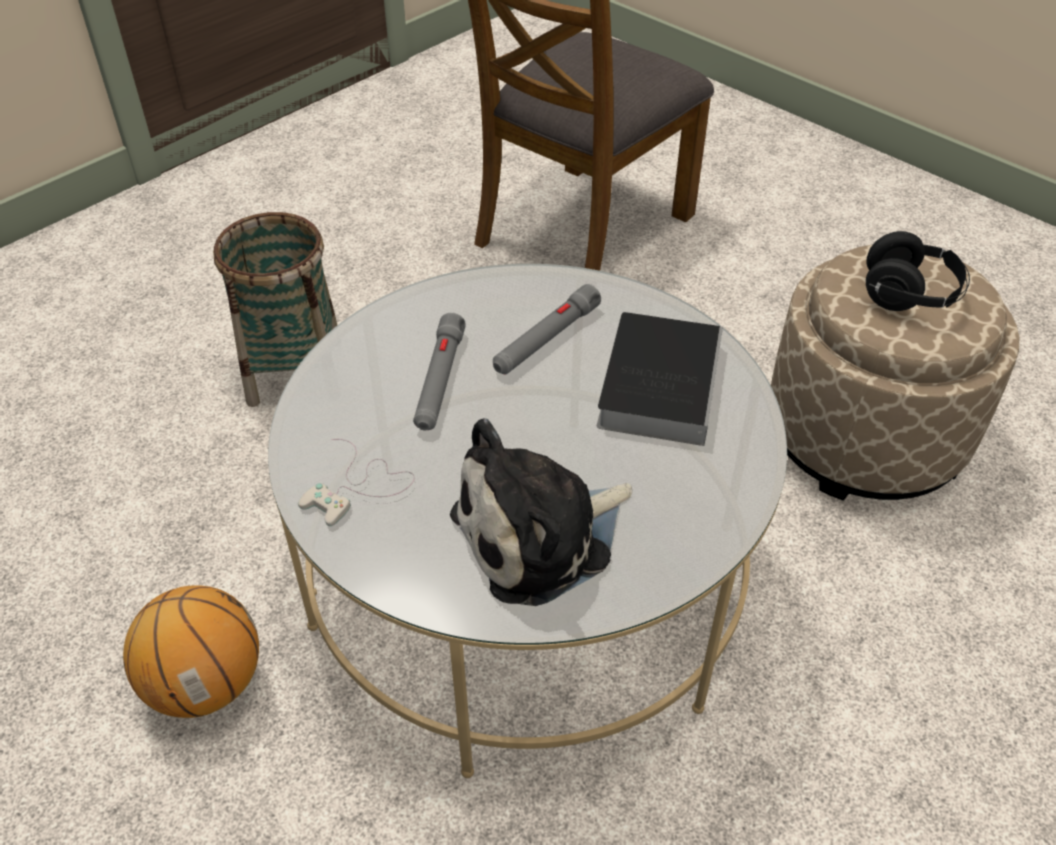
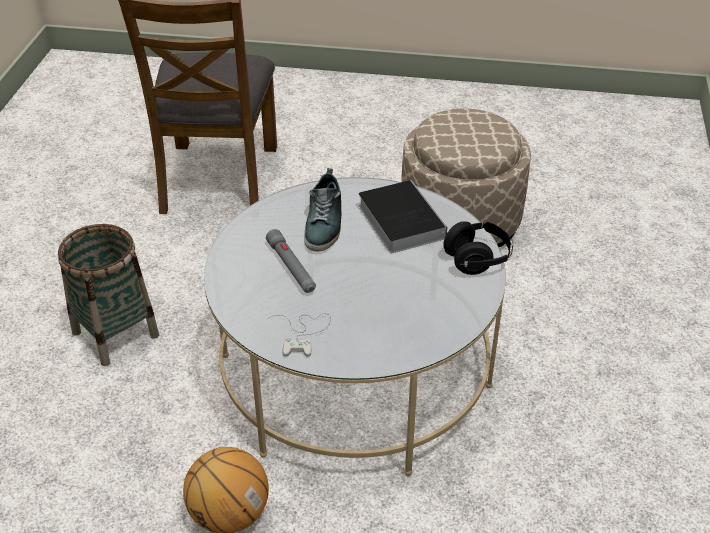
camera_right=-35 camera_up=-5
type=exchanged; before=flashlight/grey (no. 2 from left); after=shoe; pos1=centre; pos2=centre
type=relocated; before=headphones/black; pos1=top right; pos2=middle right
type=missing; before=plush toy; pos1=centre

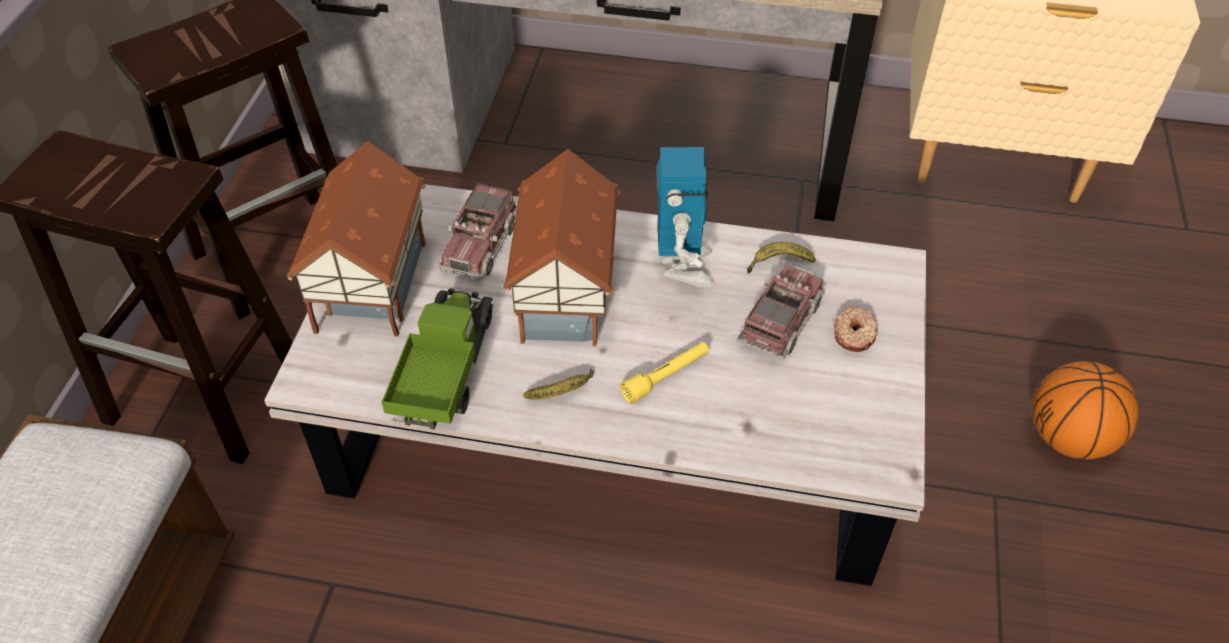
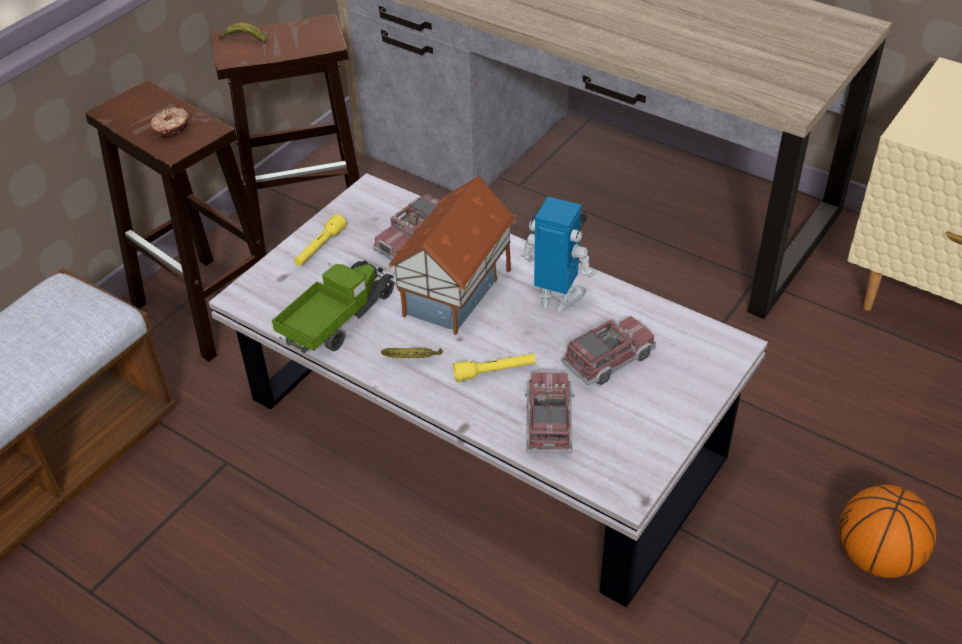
camera_right=25 camera_up=-5
type=relocated; before=donut; pos1=middle right; pos2=top left
type=relocated; before=banana (no. 2 from left in the first image); after=banana (no. 1 from left); pos1=centre; pos2=top left
type=exchanged; before=toy house (no. 1 from left); after=flashlight/yellow (no. 1 from left); pos1=middle left; pos2=middle left
type=spun; before=toy robot; pos1=centre; pos2=centre; turn=-90
type=appeared; after=toy truck (no. 3 from left); pos2=centre

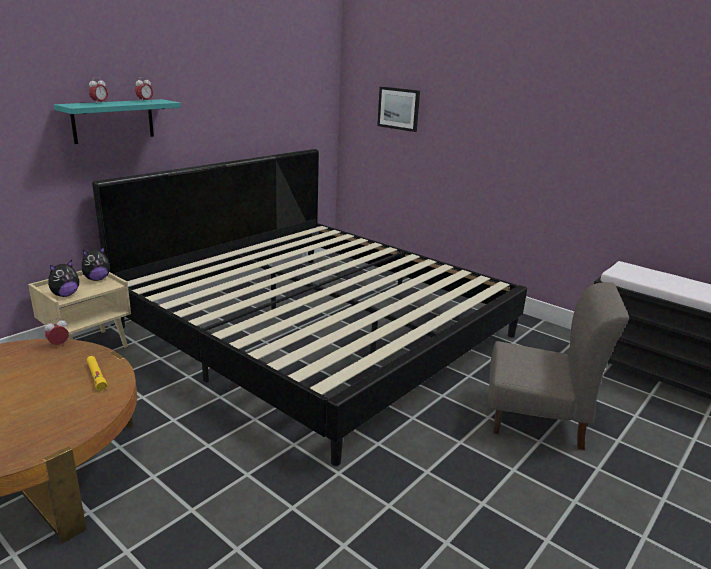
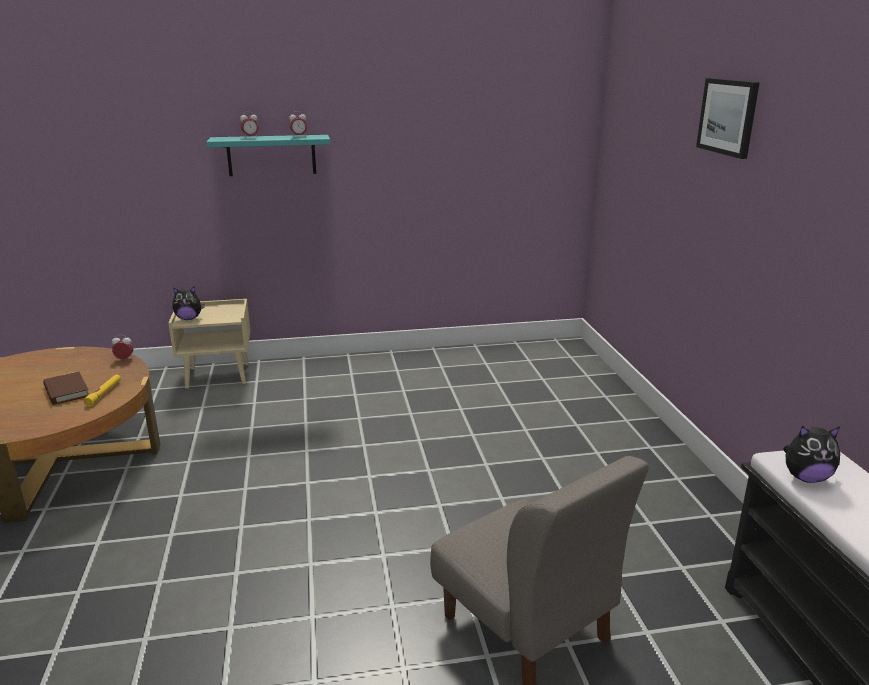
camera_right=40 camera_up=0
type=appeared; after=book/brown; pos2=middle left
type=relocated; before=picture; pos1=top centre; pos2=top right
type=relocated; before=plush toy (no. 2 from left); pos1=middle left; pos2=middle right
type=missing; before=bed; pos1=centre

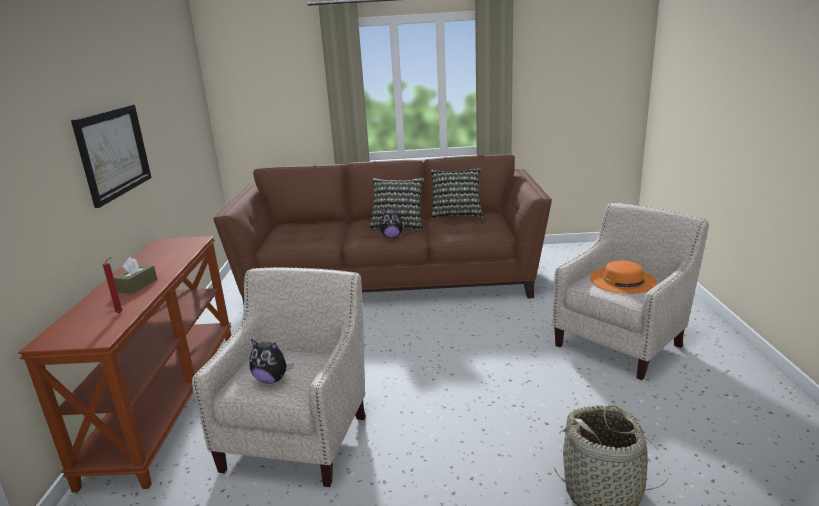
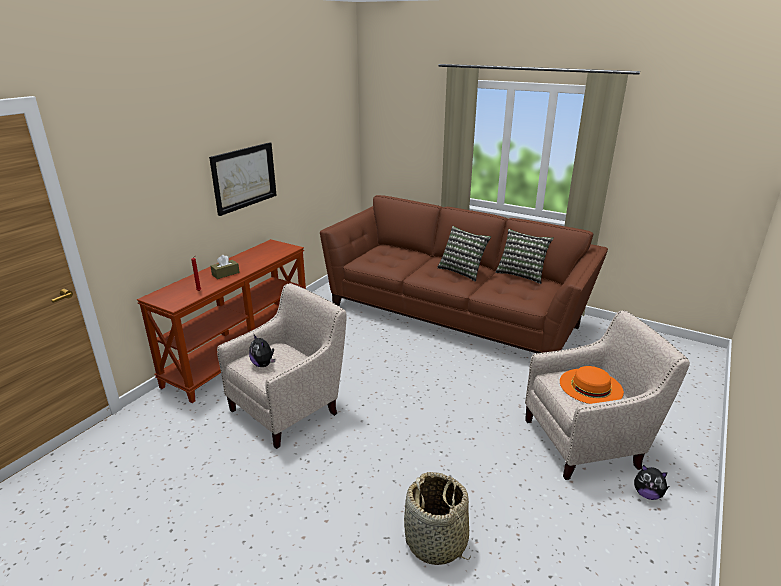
camera_right=30 camera_up=5
type=relocated; before=plush toy (no. 2 from left); pos1=centre; pos2=bottom right

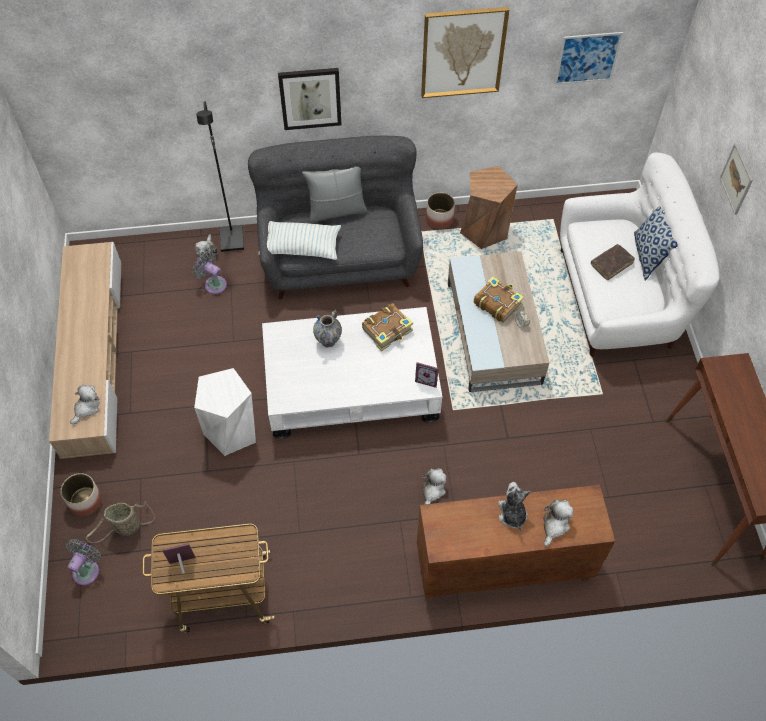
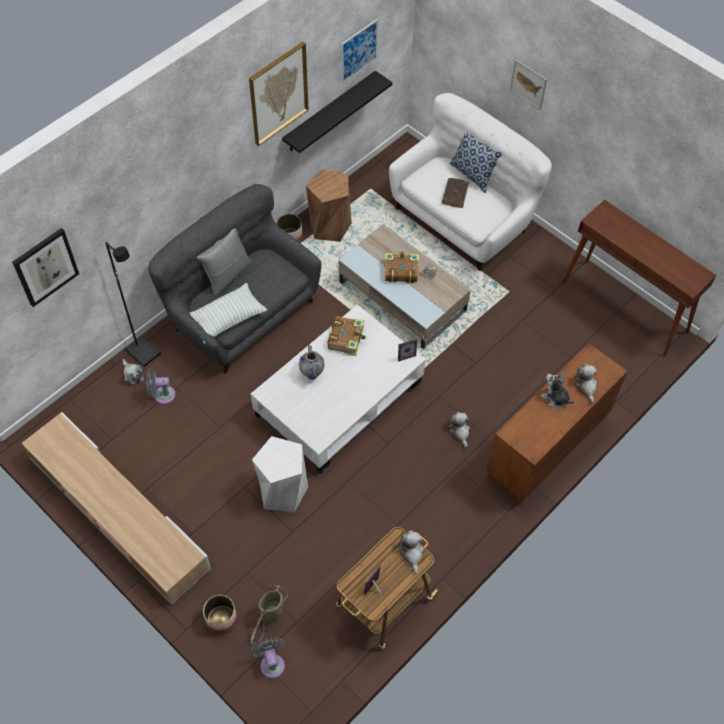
camera_right=-40 camera_up=0
type=relocated; before=picture (no. 1 from left); pos1=top centre; pos2=middle left
type=appeared; after=shelf/black; pos2=top centre
type=relocated; before=plush toy (no. 1 from left in the first image); after=plush toy (no. 2 from left); pos1=middle left; pos2=bottom centre

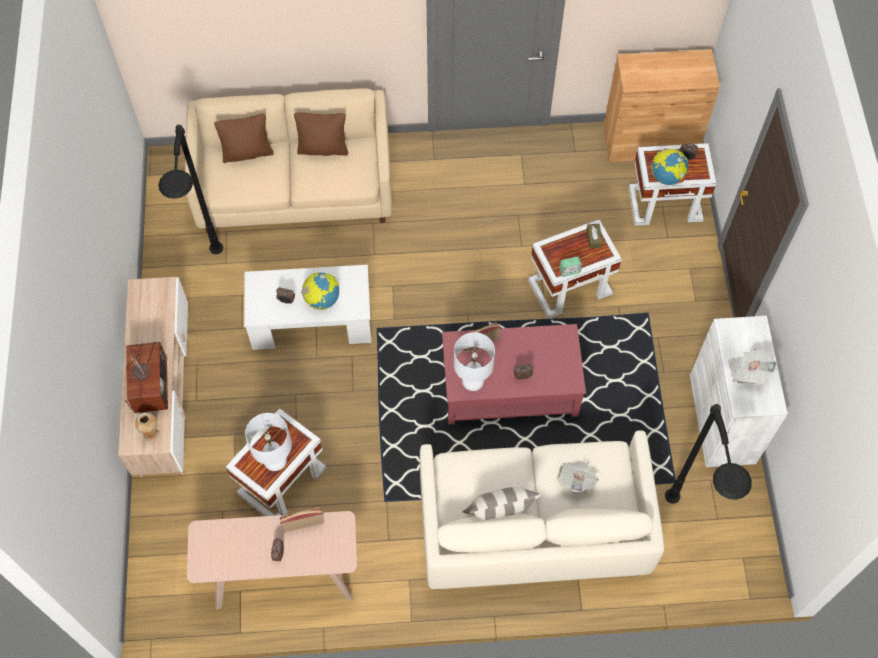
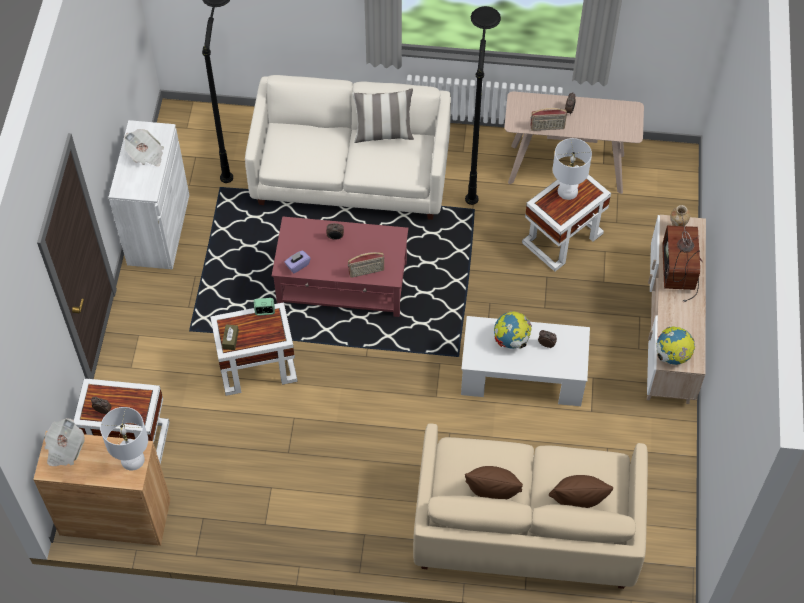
camera_right=-170 camera_up=-5
type=relocated; before=newspaper (no. 1 from left); pos1=bottom centre; pos2=bottom left
type=relocated; before=table lamp/white (no. 2 from left in the first image); after=table lamp/white (no. 1 from left); pos1=centre; pos2=bottom left
type=appeared; after=tissue box/purple; pos2=centre
type=relocated; before=floor lamp/black (no. 1 from left in the first image); after=floor lamp/black (no. 2 from left); pos1=top left; pos2=top centre
type=relocated; before=globe (no. 2 from left); pos1=top right; pos2=middle right

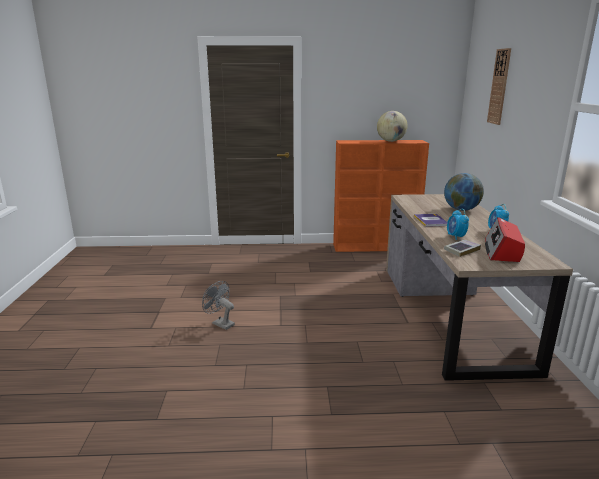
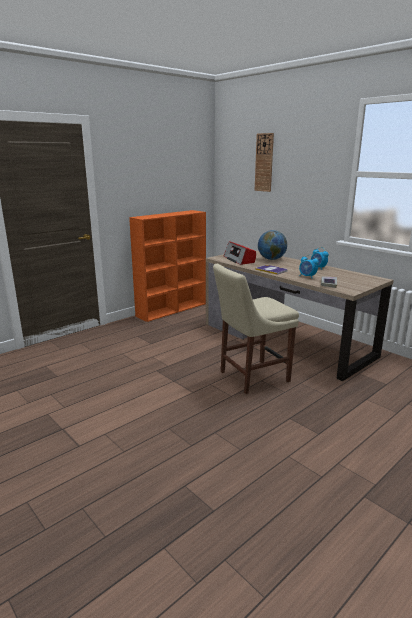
camera_right=-40 camera_up=0
type=appeared; after=chair/beige; pos2=centre
type=relocated; before=radio; pos1=middle right; pos2=centre
type=missing; before=fan/grey; pos1=centre
type=missing; before=globe (no. 1 from left); pos1=top centre

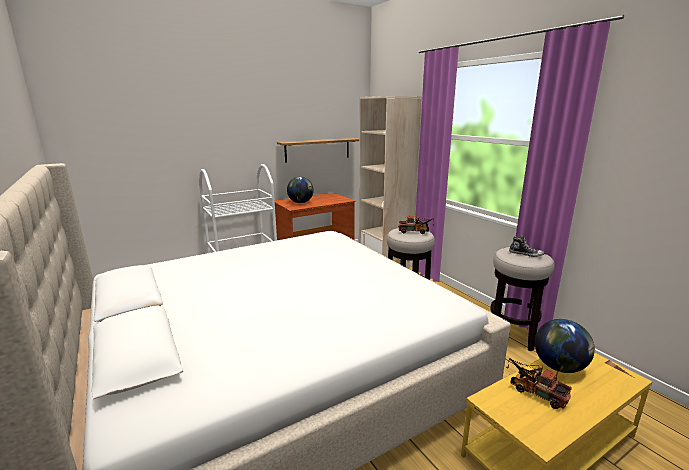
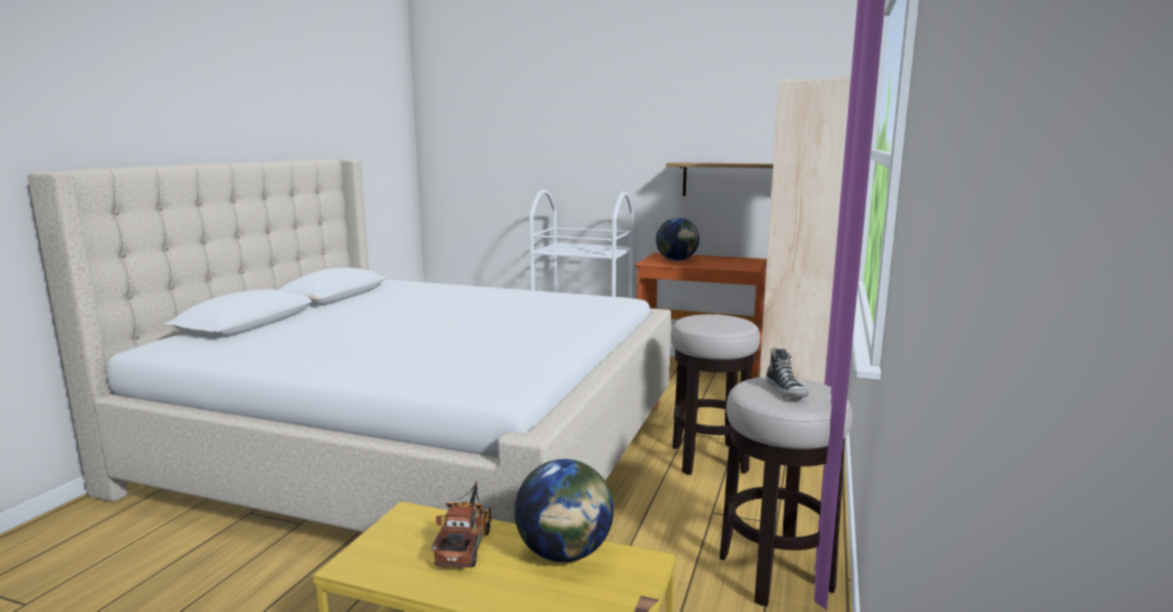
camera_right=50 camera_up=-5
type=missing; before=toy truck (no. 1 from left); pos1=centre

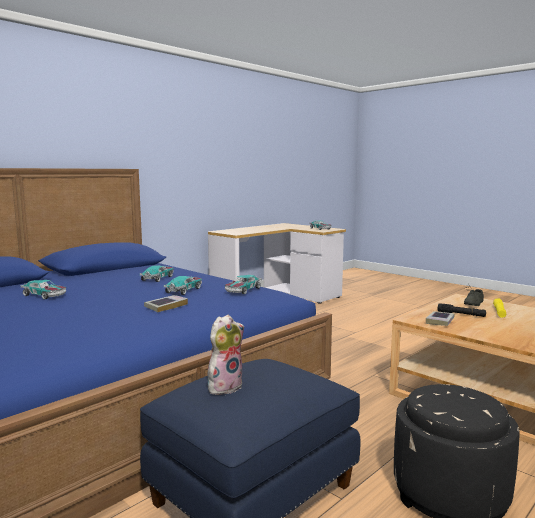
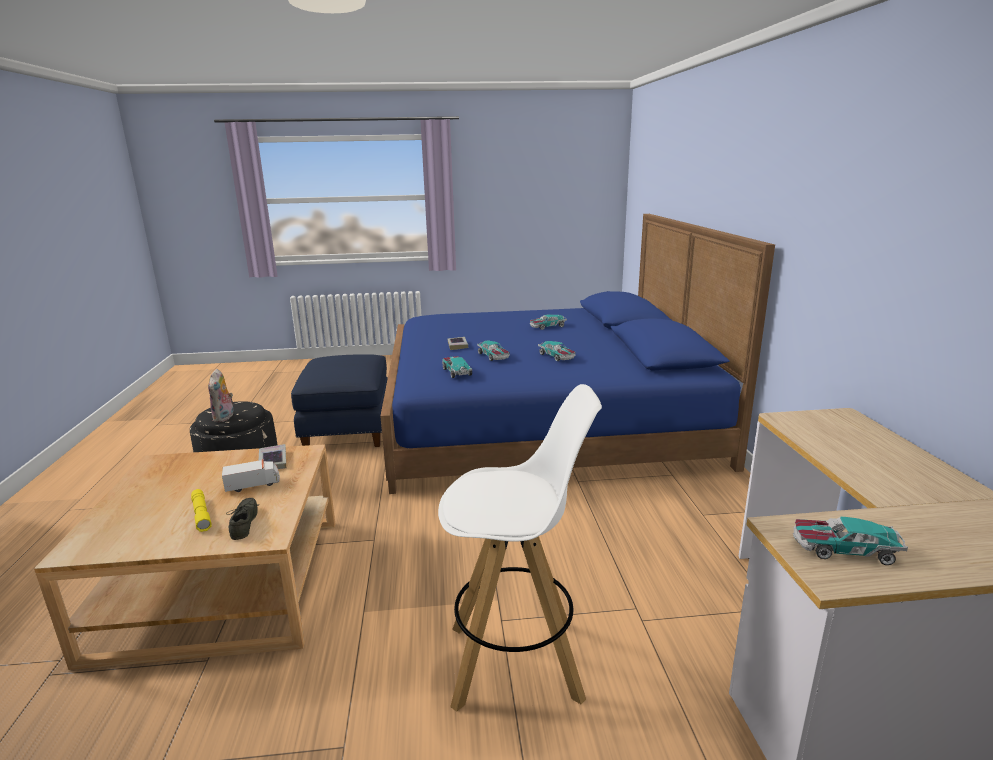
camera_right=130 camera_up=10
type=relocated; before=plush toy; pos1=bottom centre; pos2=middle left
type=exchanged; before=flashlight/black; after=toy truck; pos1=middle right; pos2=middle left
type=appeared; after=stool/white; pos2=bottom centre

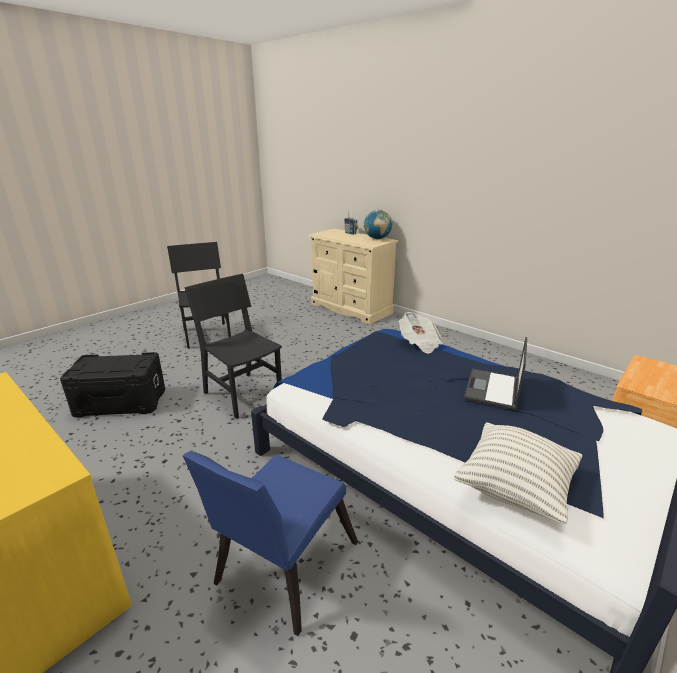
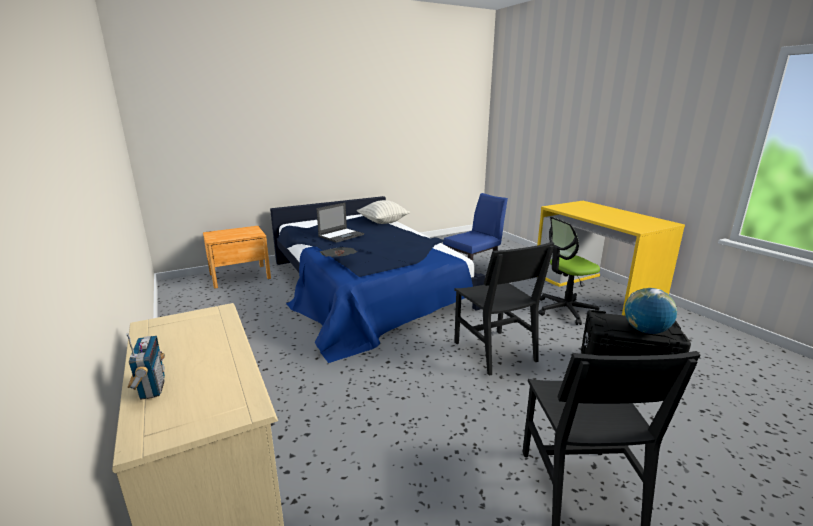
camera_right=-160 camera_up=-5
type=appeared; after=office chair; pos2=middle right
type=relocated; before=globe; pos1=top centre; pos2=middle right

